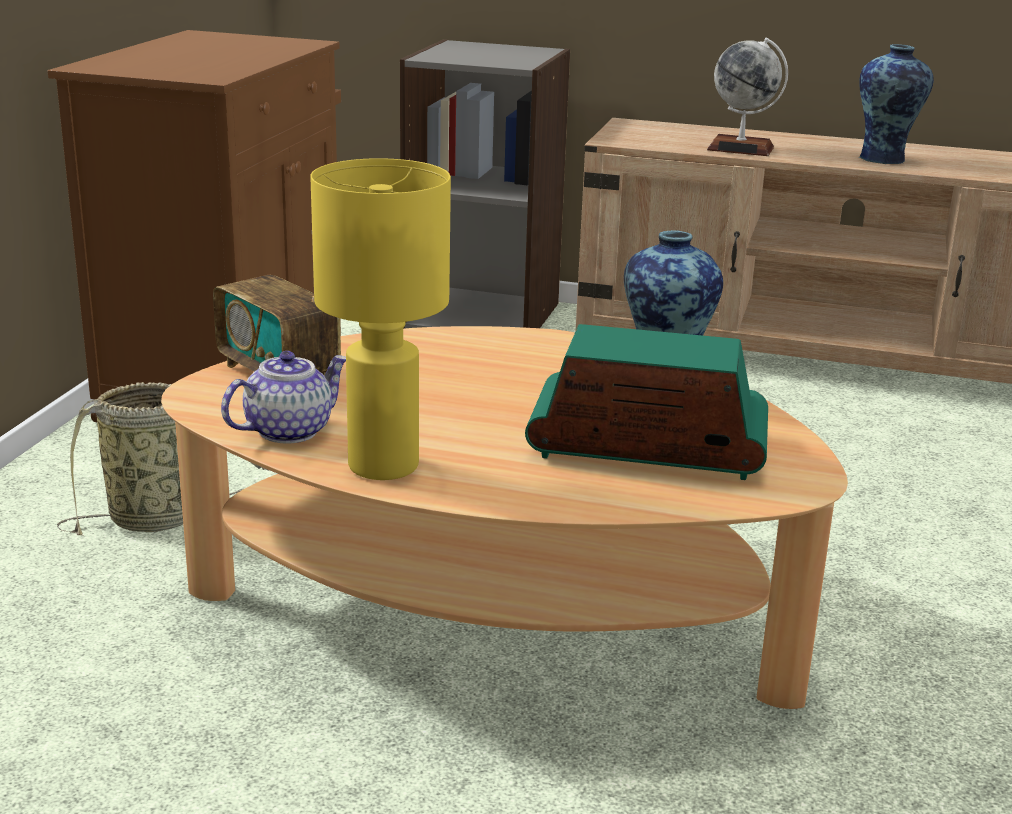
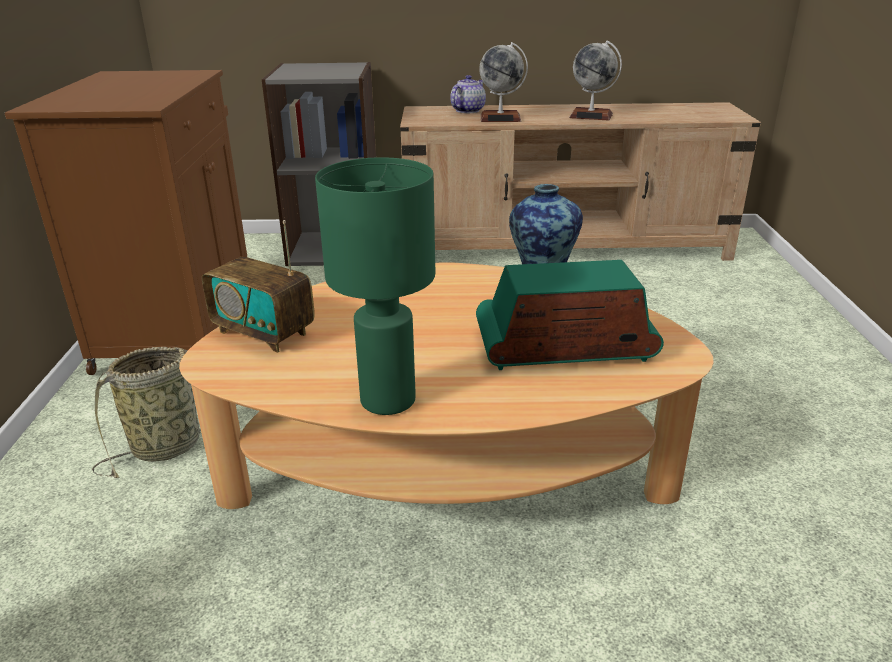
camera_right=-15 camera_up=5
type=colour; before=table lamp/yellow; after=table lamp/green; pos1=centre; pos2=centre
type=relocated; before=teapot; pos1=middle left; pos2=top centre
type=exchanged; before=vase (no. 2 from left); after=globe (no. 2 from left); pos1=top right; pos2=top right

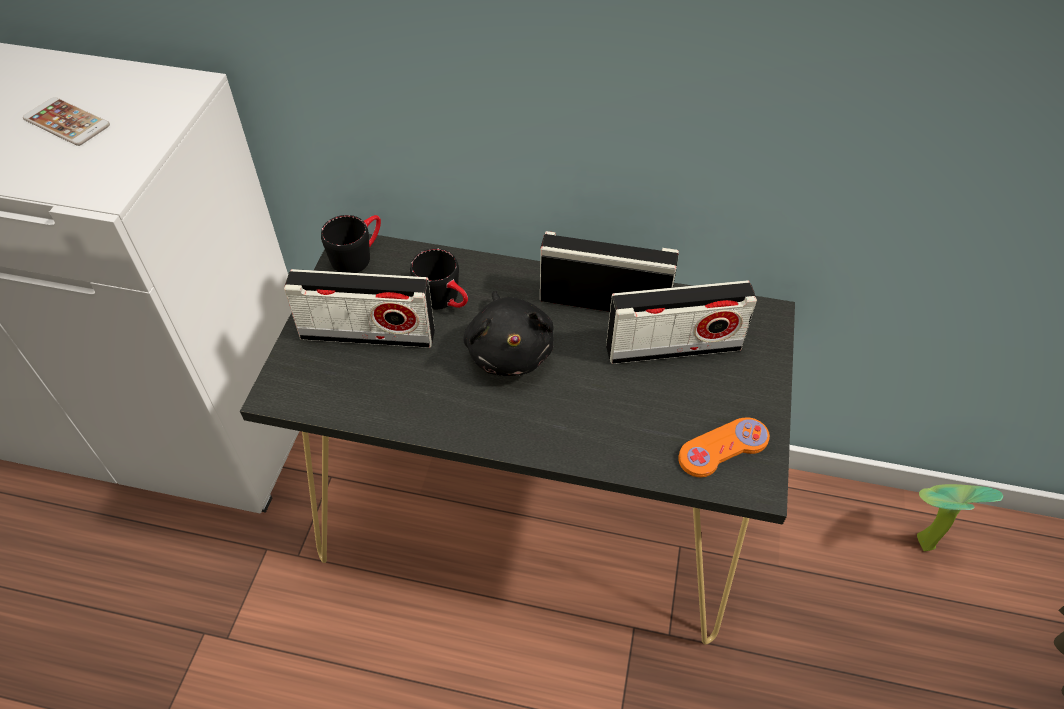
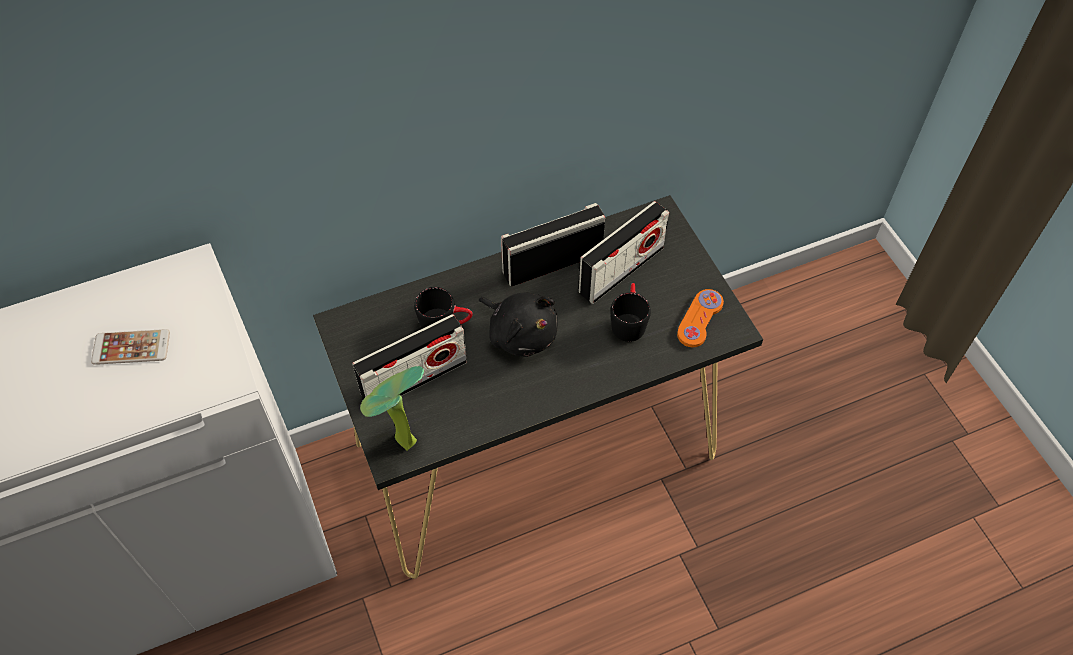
camera_right=-35 camera_up=5
type=relocated; before=potted plant; pos1=bottom right; pos2=centre
type=relocated; before=mug/black (no. 1 from left in the first image); after=mug/black (no. 2 from left); pos1=middle left; pos2=centre

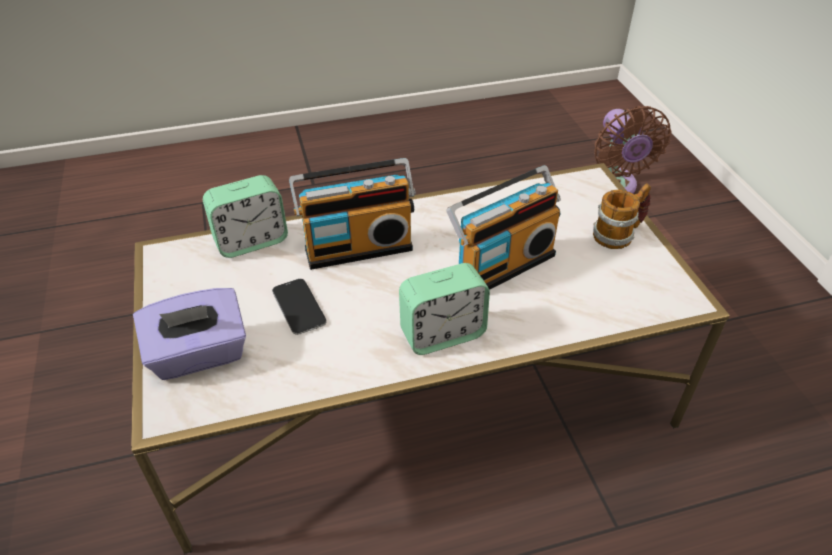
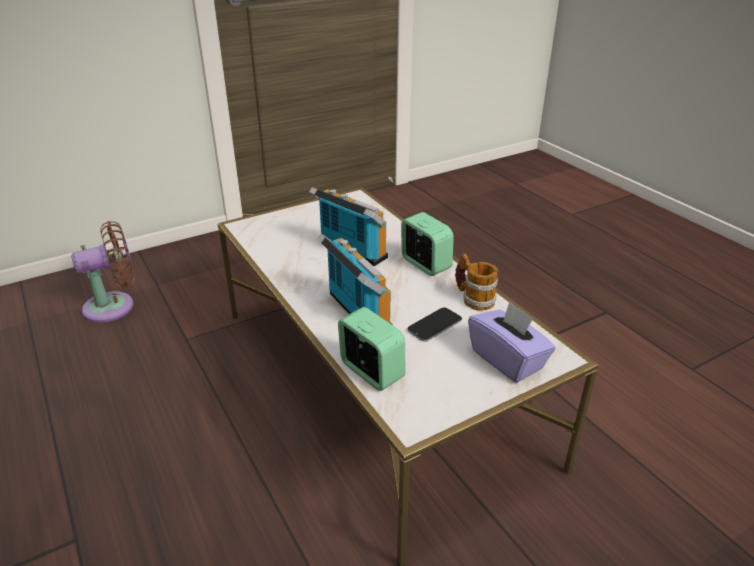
camera_right=-105 camera_up=-10
type=relocated; before=mug; pos1=middle right; pos2=centre

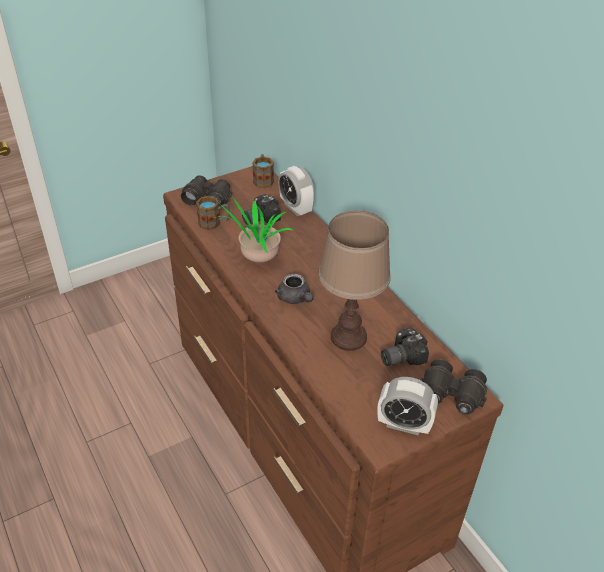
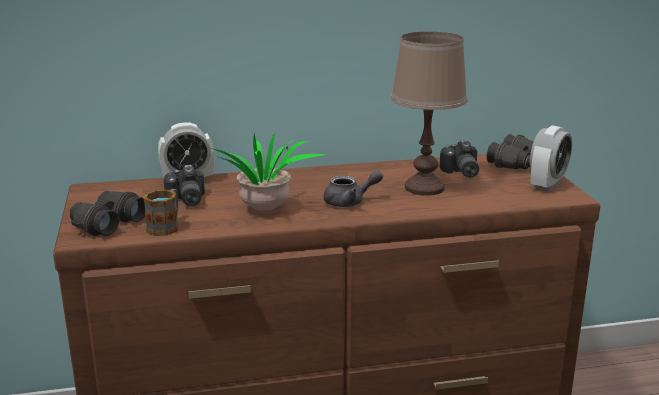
camera_right=-70 camera_up=-20
type=missing; before=mug (no. 2 from left); pos1=top centre

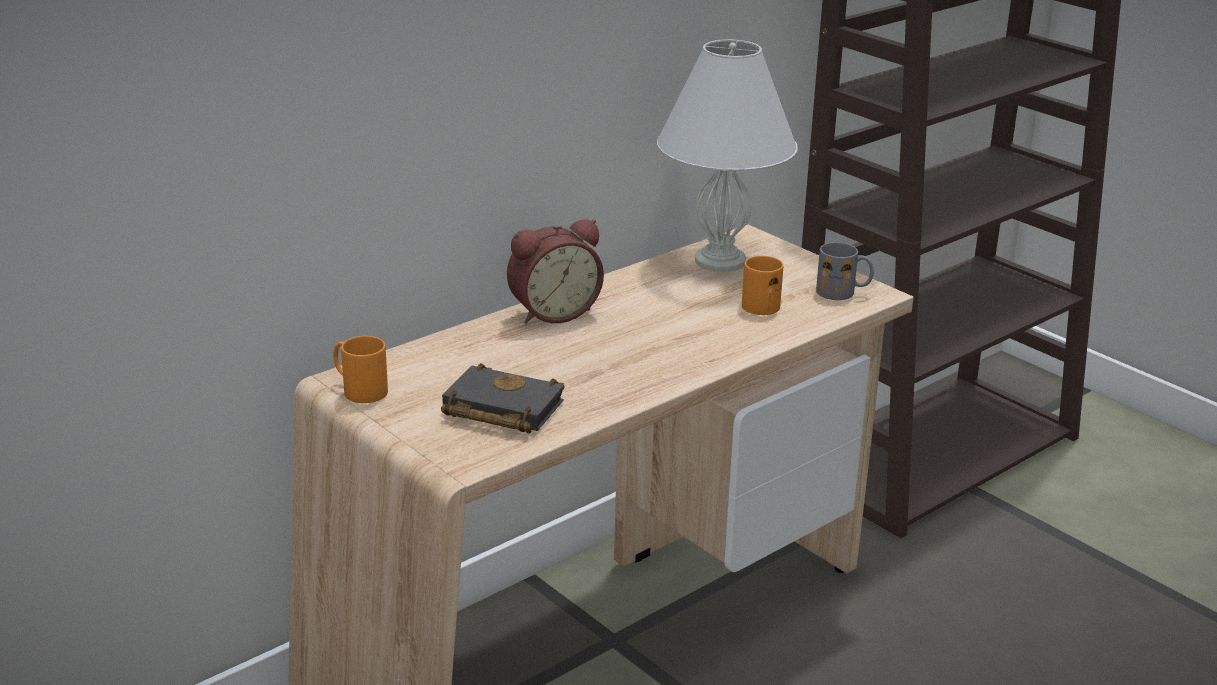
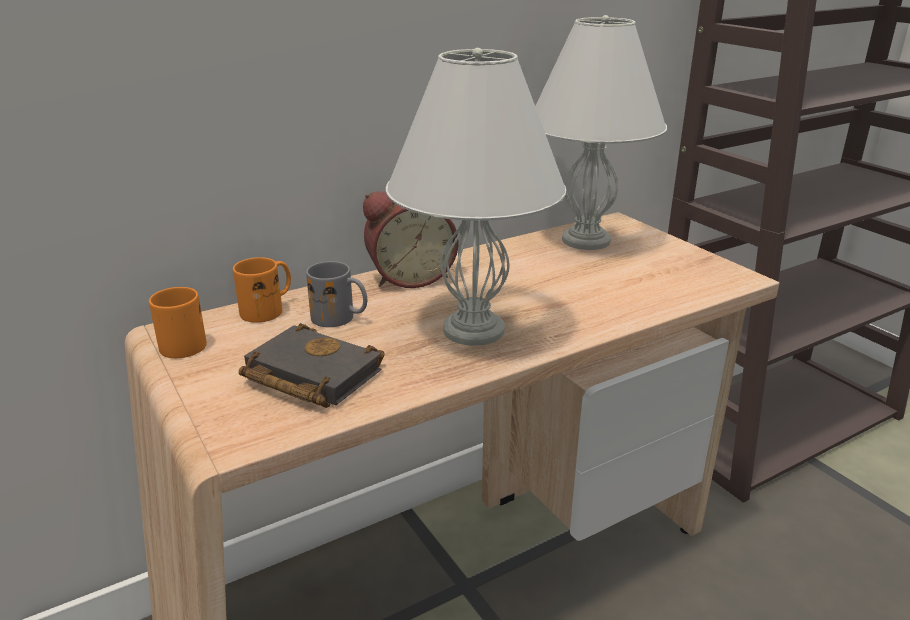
camera_right=10 camera_up=0
type=relocated; before=mug/orange (no. 2 from left); pos1=centre; pos2=middle left
type=relocated; before=mug/grey; pos1=middle right; pos2=centre
type=appeared; after=table lamp/white (no. 1 from left); pos2=top centre

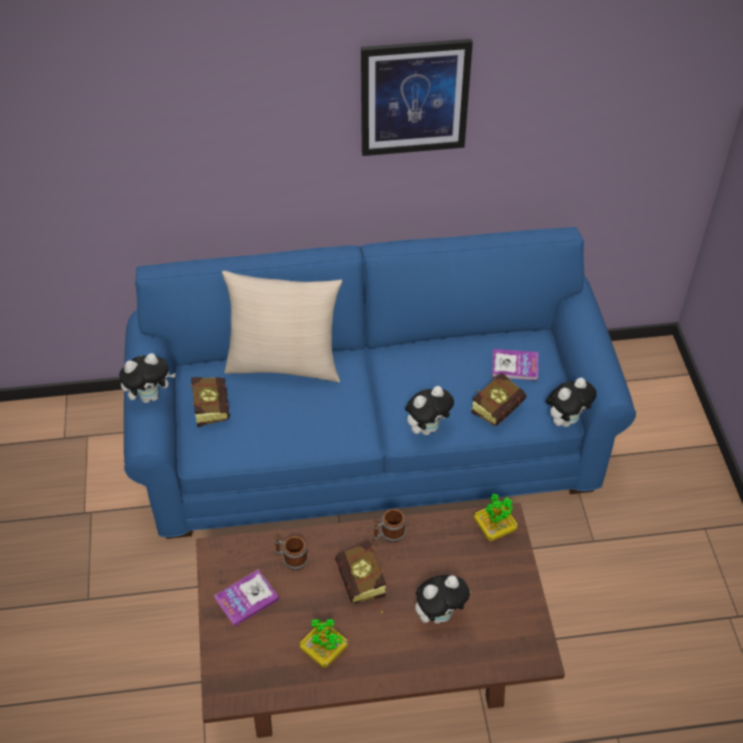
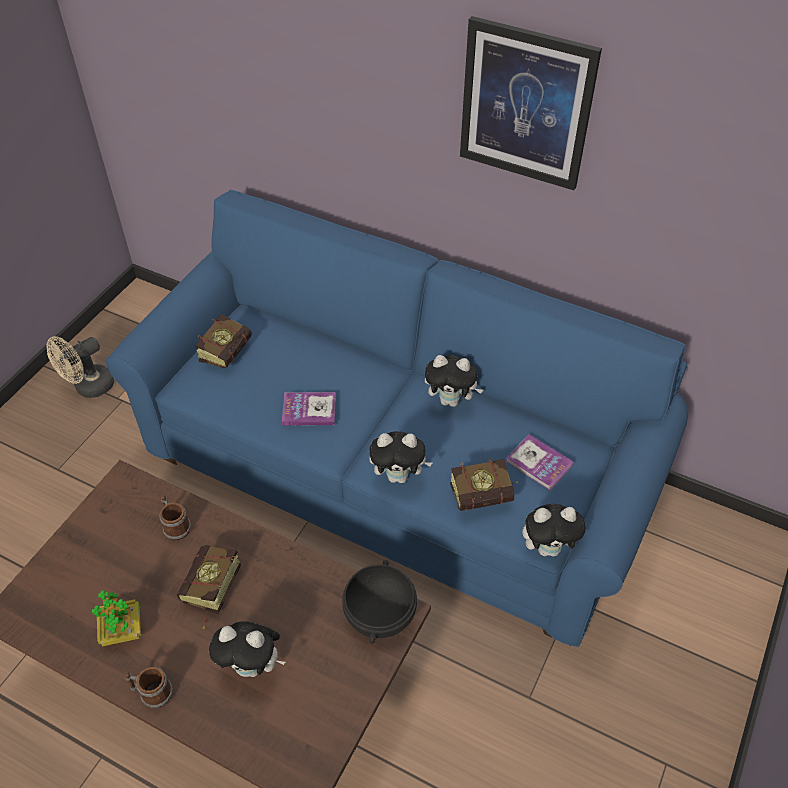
camera_right=35 camera_up=0
type=appeared; after=fan/beige; pos2=middle left
type=relocated; before=mug (no. 2 from left in the first image); after=mug (no. 1 from left); pos1=bottom centre; pos2=bottom left
type=relocated; before=book (no. 2 from left in the first image); after=book (no. 3 from left); pos1=bottom left; pos2=centre
type=exchanged; before=potted plant (no. 2 from left); after=bowl/black; pos1=bottom right; pos2=bottom centre
type=relocated; before=plush toy (no. 1 from left in the first image); after=plush toy (no. 3 from left); pos1=middle left; pos2=centre
type=missing; before=pillow/beige; pos1=centre

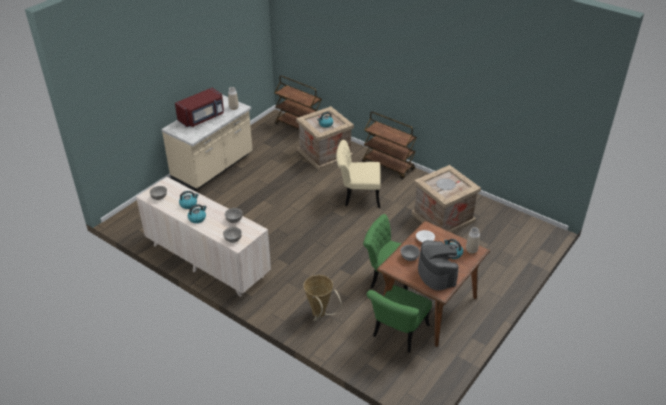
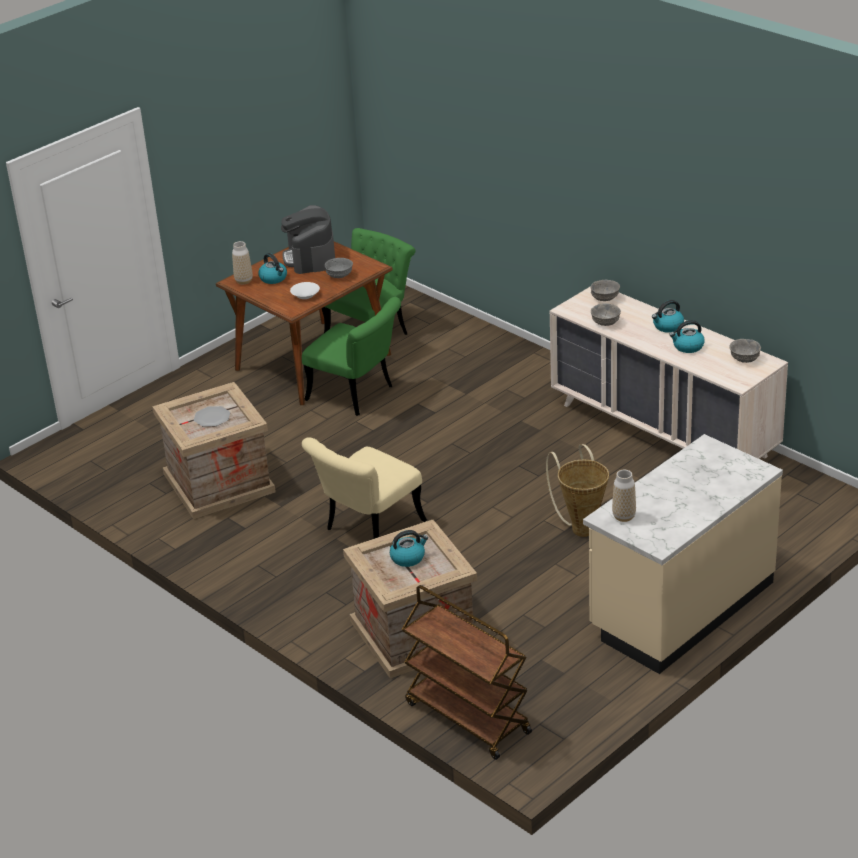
camera_right=-170 camera_up=-5
type=spun; before=chair/beige; pos1=centre; pos2=centre; turn=120
type=relocated; before=basket; pos1=bottom centre; pos2=middle right
type=missing; before=microwave/red; pos1=top left
type=missing; before=cart/brown (no. 2 from left); pos1=centre

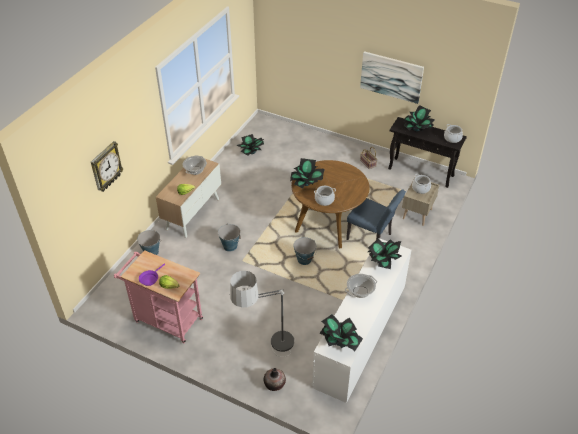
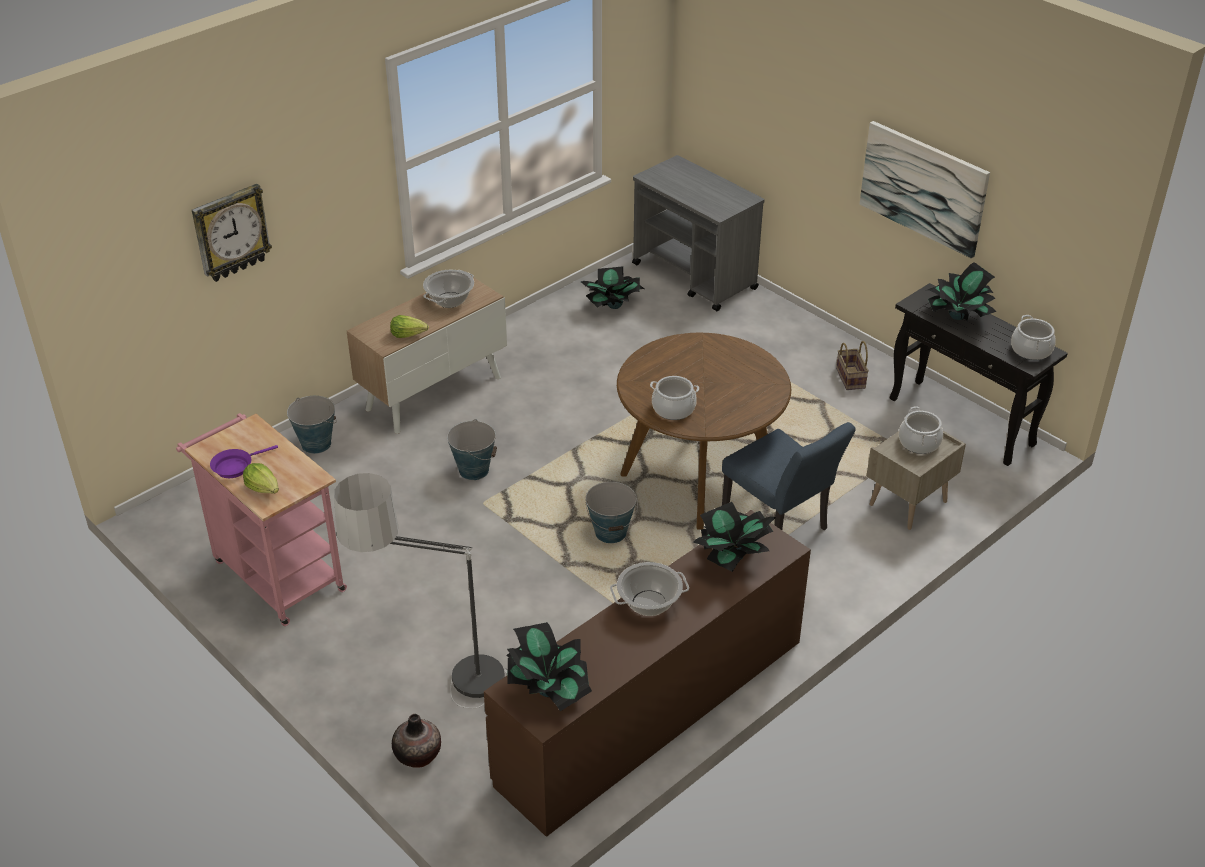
camera_right=20 camera_up=-5
type=colour; before=dresser/white; after=dresser/brown; pos1=bottom centre; pos2=bottom centre
type=appeared; after=cart/grey; pos2=top centre
type=missing; before=potted plant (no. 2 from left); pos1=centre

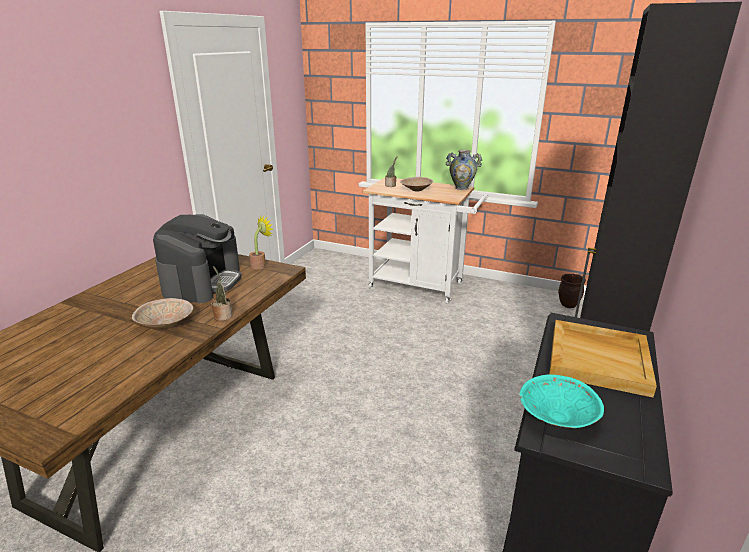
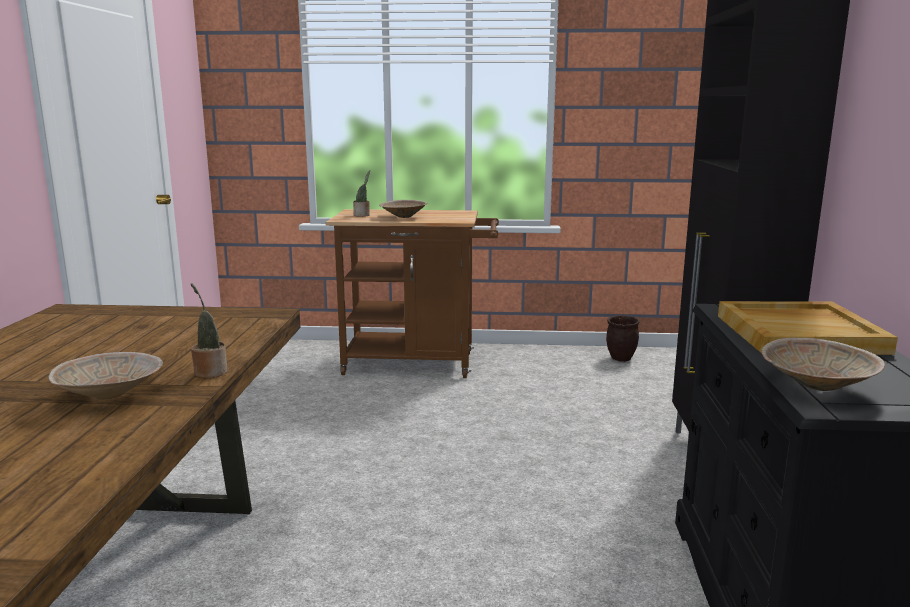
camera_right=-20 camera_up=-10
type=colour; before=cart/white; after=cart/brown; pos1=centre; pos2=centre
type=colour; before=bowl/turquoise; after=bowl/beige (no. 3 from left); pos1=bottom right; pos2=middle right
type=missing; before=coffee machine; pos1=middle left
type=missing; before=potted plant (no. 2 from left); pos1=centre
type=missing; before=vase; pos1=top centre

